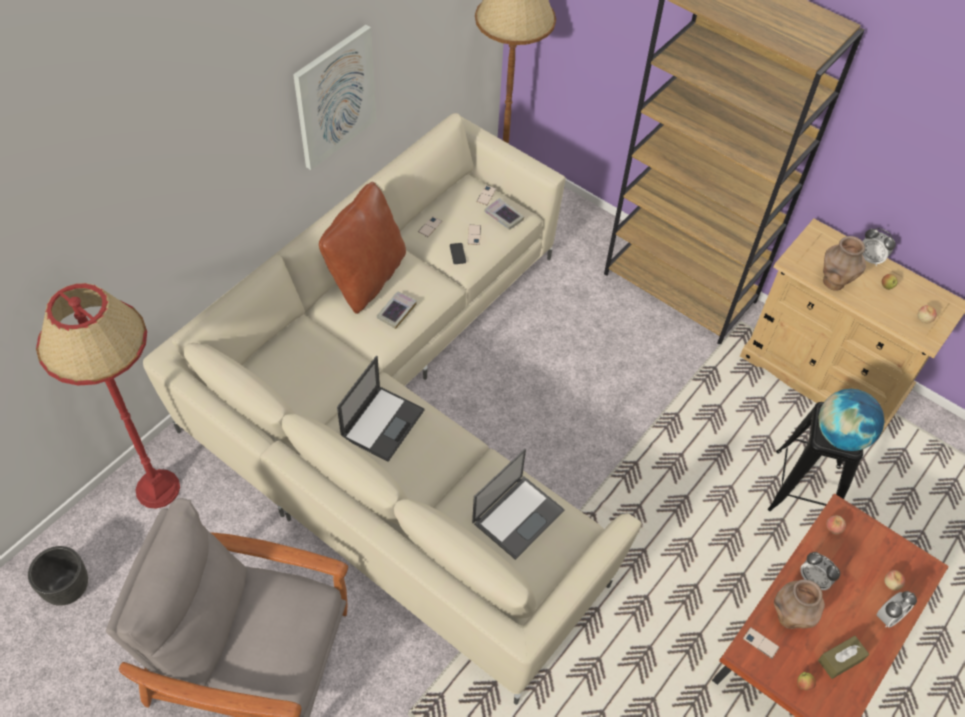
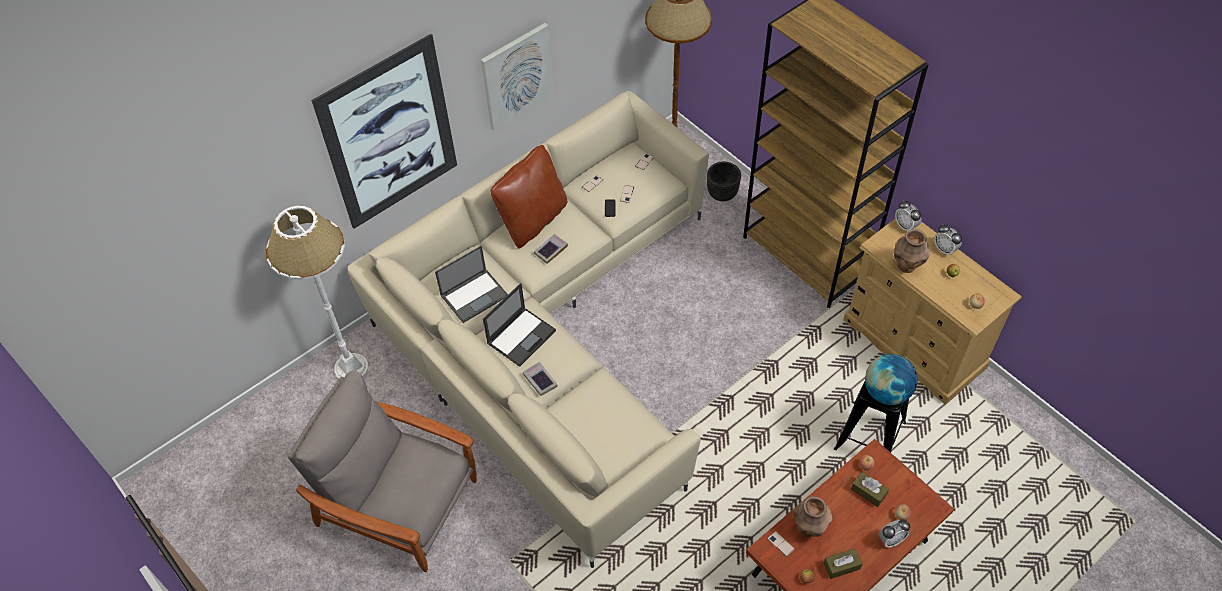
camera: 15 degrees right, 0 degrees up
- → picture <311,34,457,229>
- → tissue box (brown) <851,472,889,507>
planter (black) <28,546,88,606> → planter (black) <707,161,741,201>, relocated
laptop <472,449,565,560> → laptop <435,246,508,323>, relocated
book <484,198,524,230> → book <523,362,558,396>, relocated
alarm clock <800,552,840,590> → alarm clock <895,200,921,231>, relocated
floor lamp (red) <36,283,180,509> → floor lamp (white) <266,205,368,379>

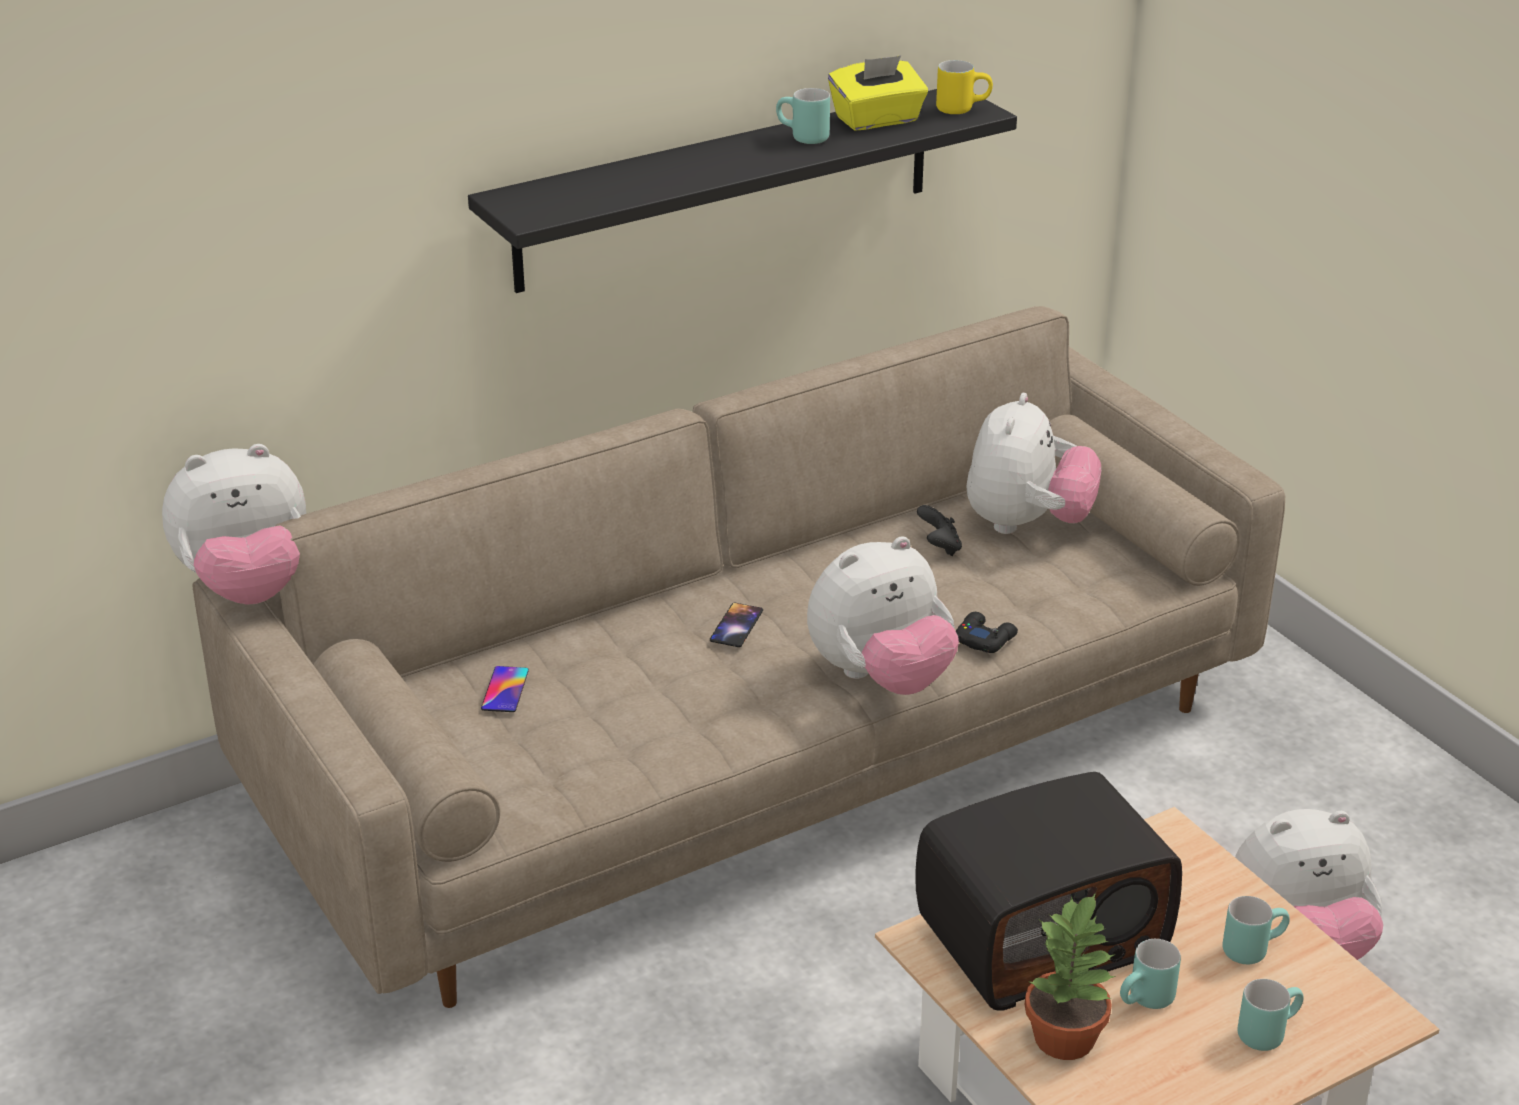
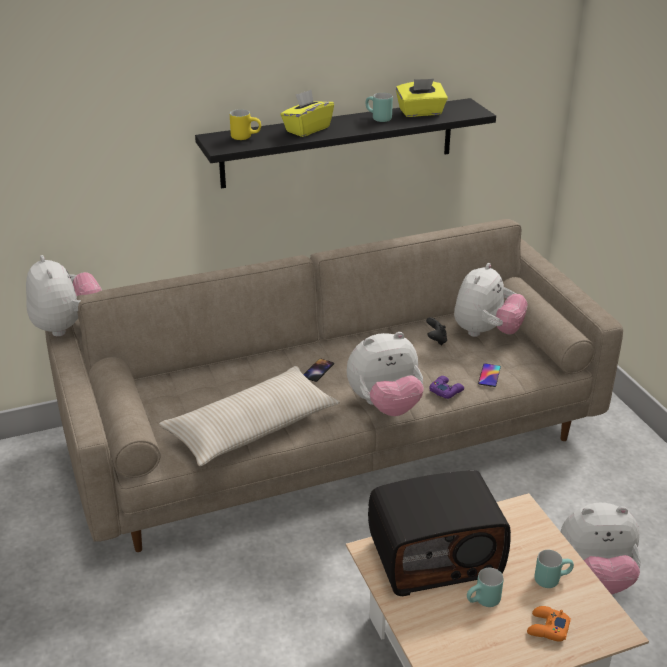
camera: 10 degrees right, 0 degrees up
potted plant <1025,893,1116,1060> → -
- → pillow (beige) <159,366,340,466>
- → tissue box (yellow) <280,90,334,137>
phone <481,666,529,712> → phone <478,363,501,387>, relocated
mug (yellow) <936,60,993,114> → mug (yellow) <230,109,261,140>, relocated
mug (turquoise) <1238,979,1303,1051> → game controller (orange) <527,606,571,642>
game controller (black) <956,612,1018,653> → game controller (purple) <429,376,464,399>
plush toy <162,444,306,605> → plush toy <26,255,102,337>, 105 degrees counterclockwise

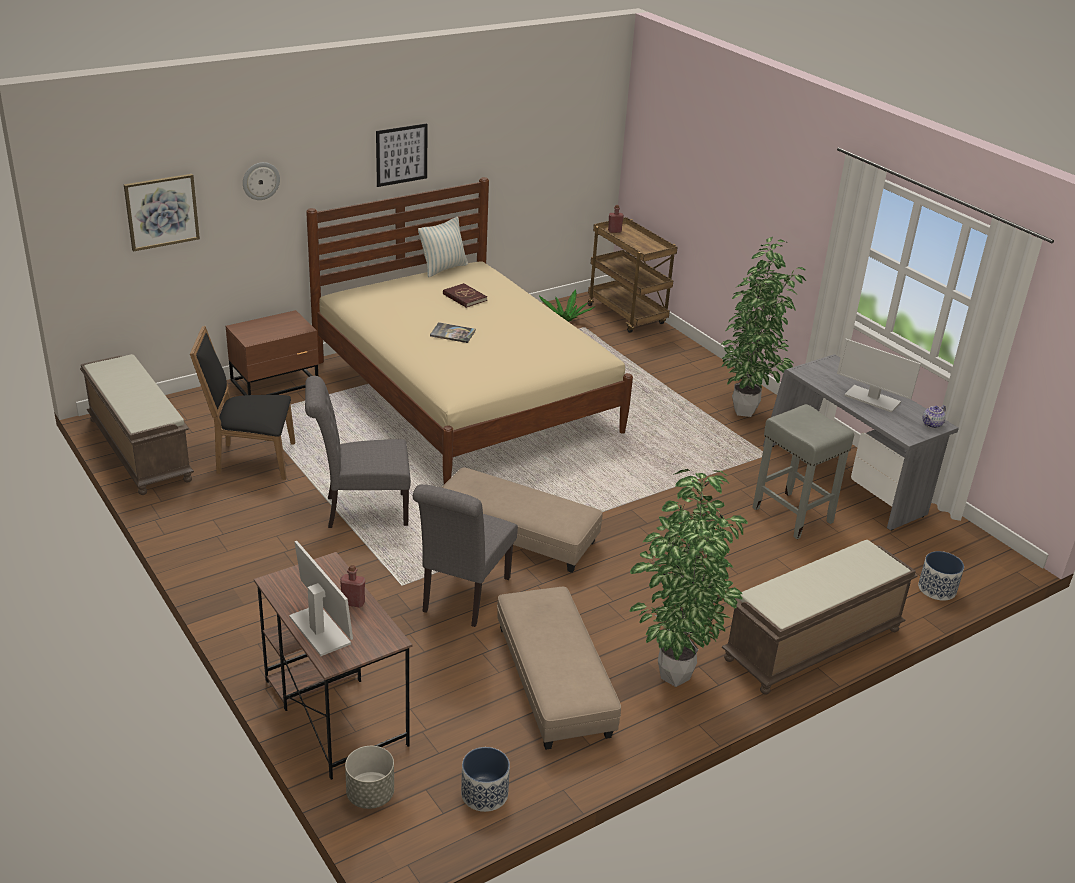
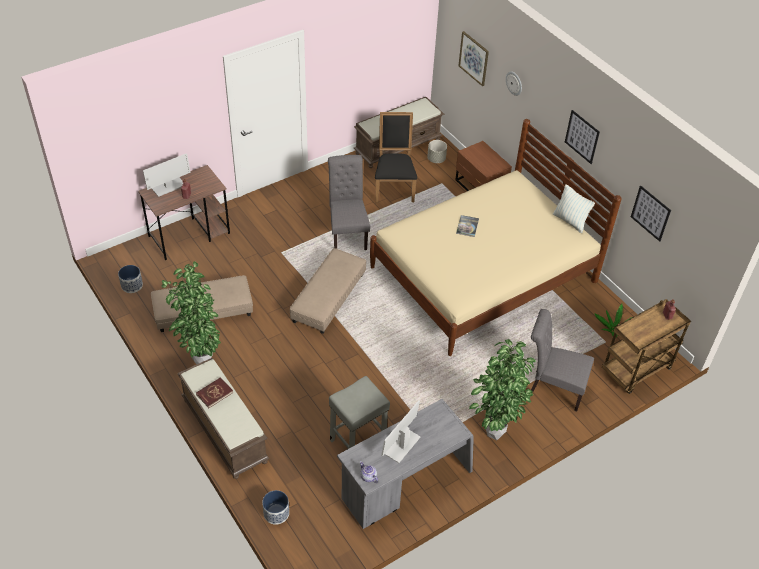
camera: 90 degrees right, 15 degrees up
- → picture <631,186,671,242>
planter (grey) <345,746,394,809> → planter (grey) <427,140,447,163>, relocated
chair (grey) <413,484,518,627> → chair (grey) <531,309,594,412>, relocated
book (red) <443,283,487,308> → book (red) <196,377,233,408>, relocated

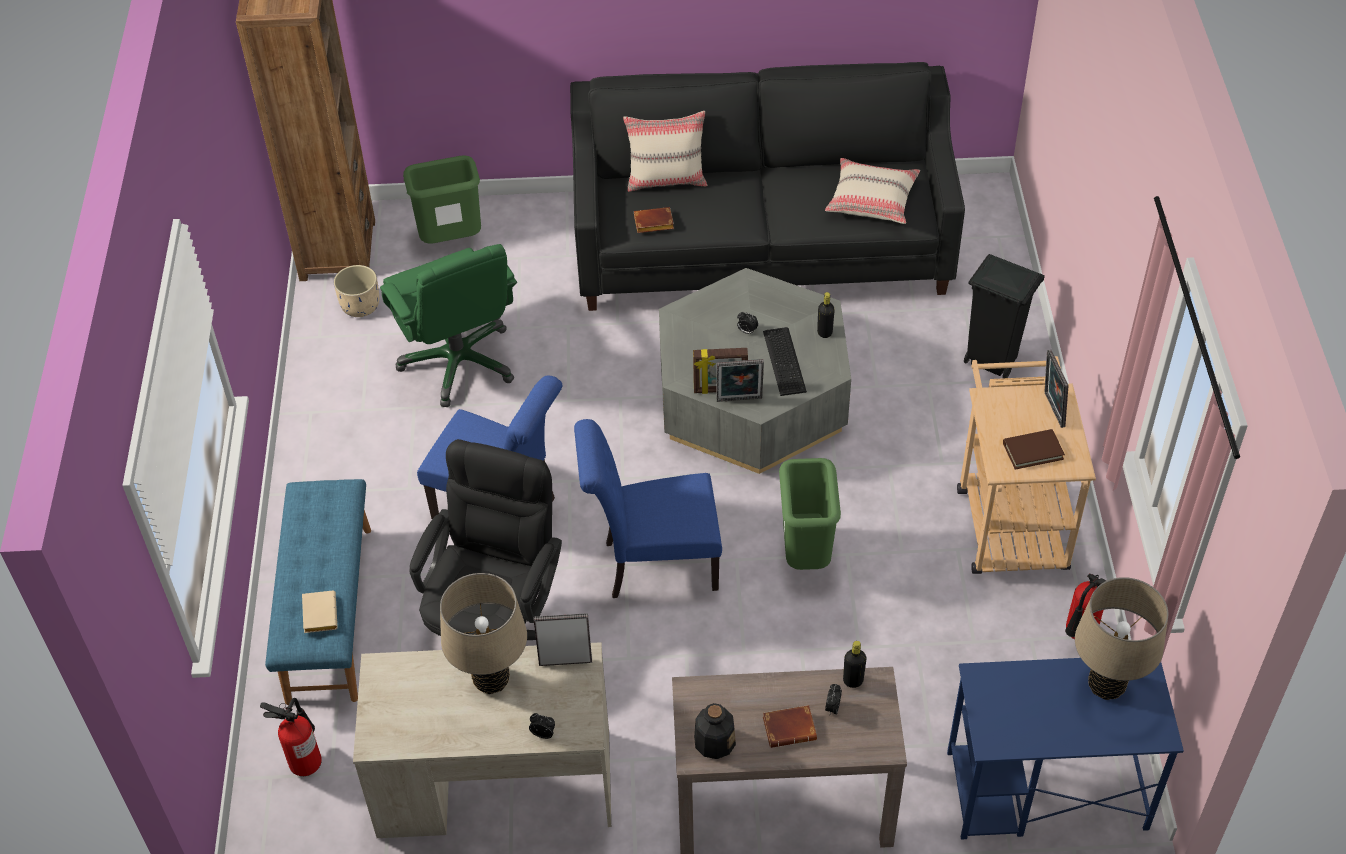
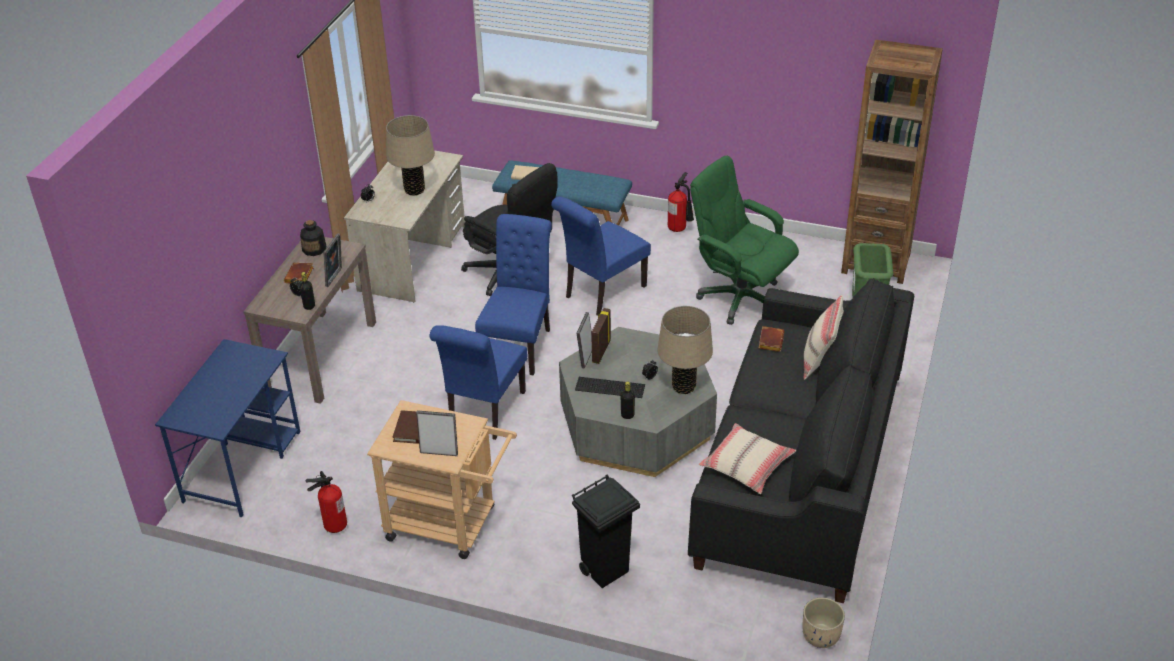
camera: 110 degrees right, 10 degrees down
fire extinguisher <260,698,322,776> → fire extinguisher <668,172,694,232>, relocated
planter (beige) <334,265,379,317> → planter (beige) <802,597,845,648>, relocated
picture frame <534,613,592,666> → picture frame <323,233,342,287>, relocated
table lamp (beige) <1075,577,1169,700> → table lamp (beige) <657,306,713,394>, relocated
trash can (green) <779,458,841,570> → chair (blue) <430,325,527,440>
office chair (green) <380,244,517,407> → office chair (green) <690,156,799,325>, 45 degrees clockwise

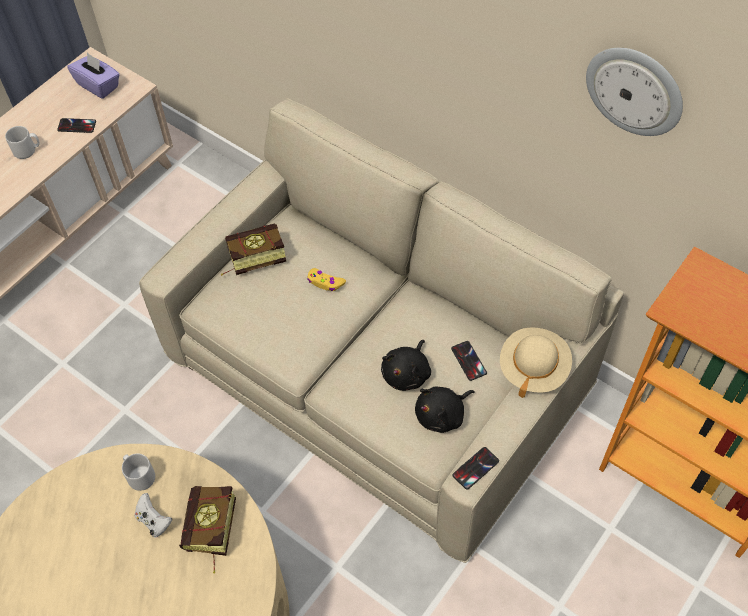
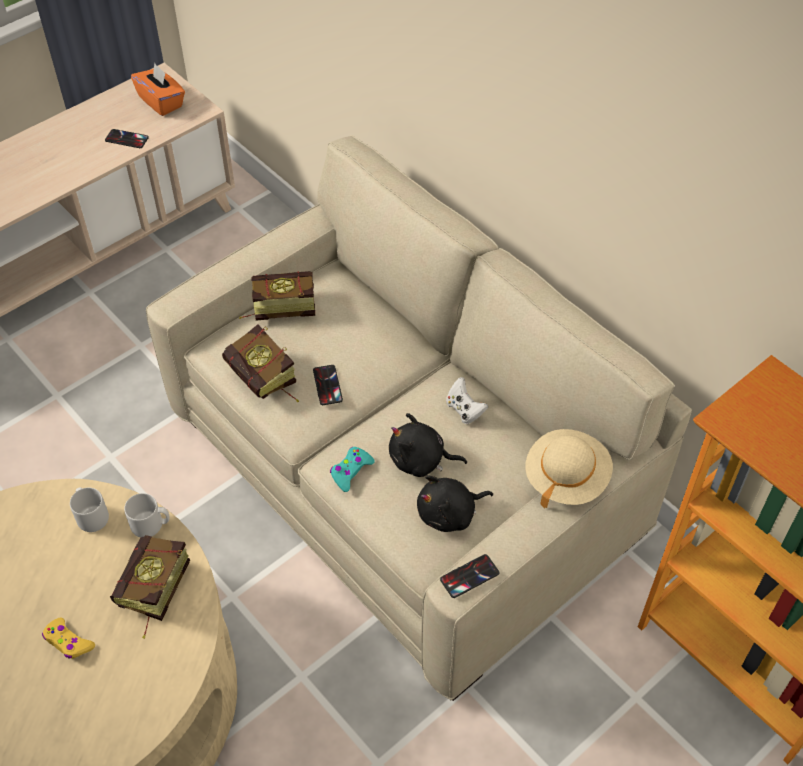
camera: 10 degrees right, 5 degrees down
wall clock <586,48,683,136> → -
- → book <222,324,299,402>
- → game controller (turquoise) <330,447,375,492>
mug (grey) <5,126,40,159> → mug (grey) <124,493,169,538>, relocated
game controller (white) <134,493,172,538> → game controller (white) <446,377,488,424>, relocated
game controller (yellow) <307,268,346,291> → game controller (yellow) <42,618,95,659>, relocated
phone <451,341,487,381> → phone <313,365,343,405>, relocated
tissue box (purple) <67,52,120,99> → tissue box (orange) <131,63,185,116>
plush toy (black) <381,340,431,391> → plush toy (black) <389,413,467,477>, 60 degrees clockwise

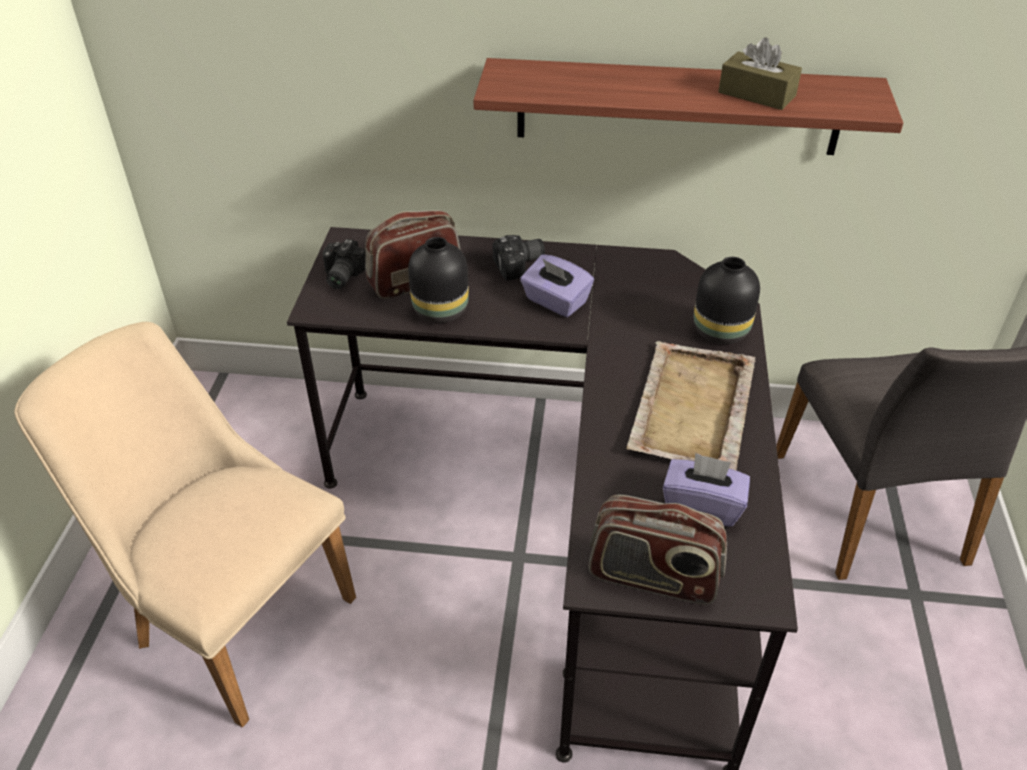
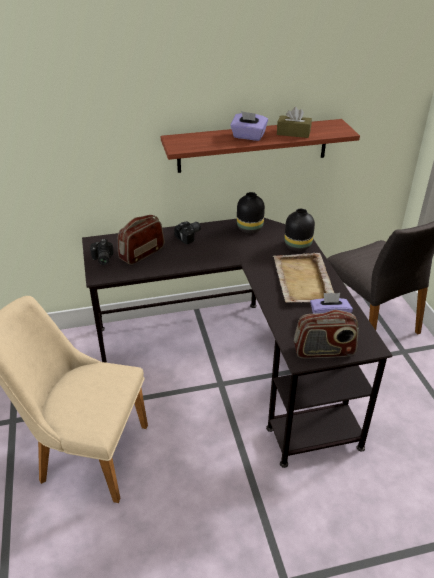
camera: 20 degrees left, 5 degrees down
vase (black) <408,237,469,323> → vase (black) <237,192,265,233>, relocated
tissue box (purple) <520,254,594,317> → tissue box (purple) <230,111,268,141>, relocated

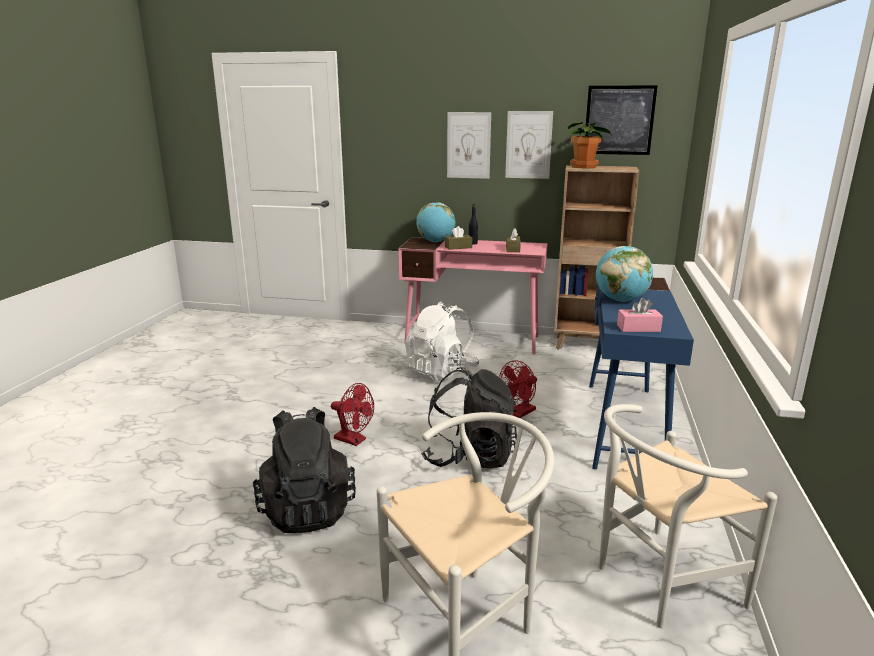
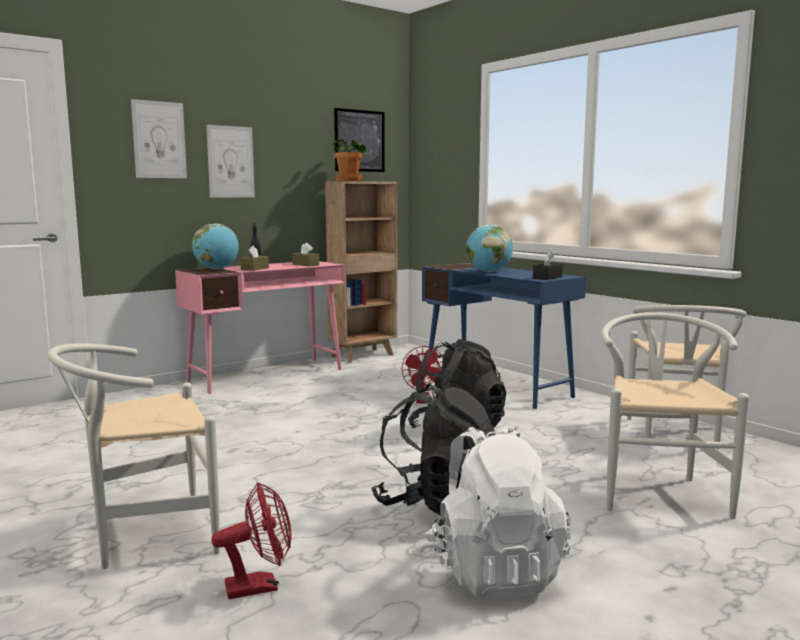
camera: 50 degrees left, 10 degrees down
- → chair (white) <48,343,220,569>
fan (red) <331,383,374,446> → fan (red) <211,482,292,599>, relocated
backpack (white) <405,301,480,382> → backpack (white) <425,425,571,599>, relocated
picture <505,111,553,179> → picture <131,99,187,178>, relocated
tissue box (pink) <617,298,663,332> → tissue box (black) <533,252,563,280>

